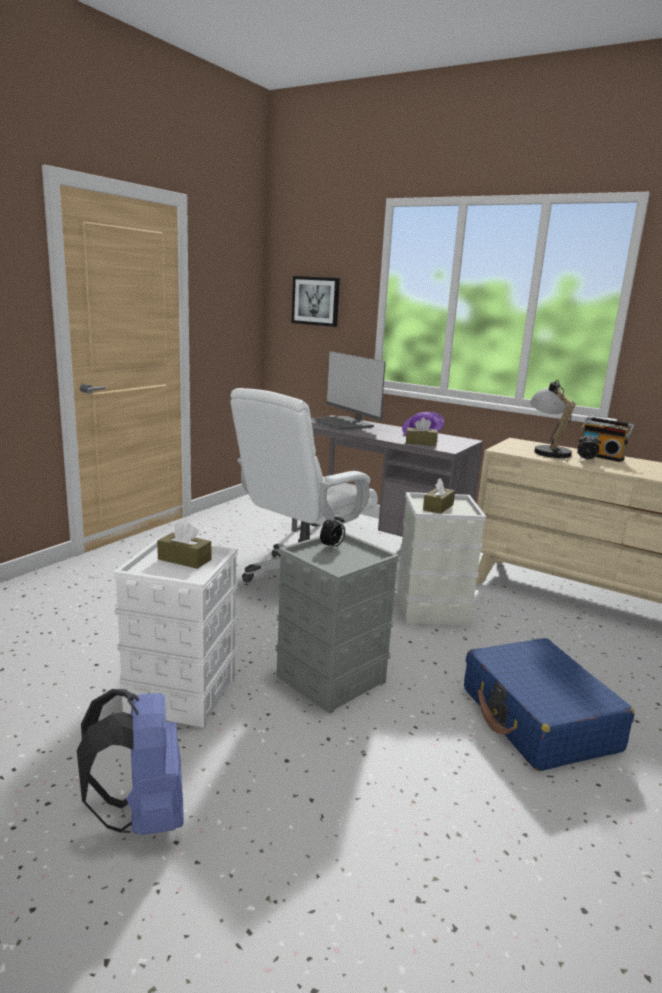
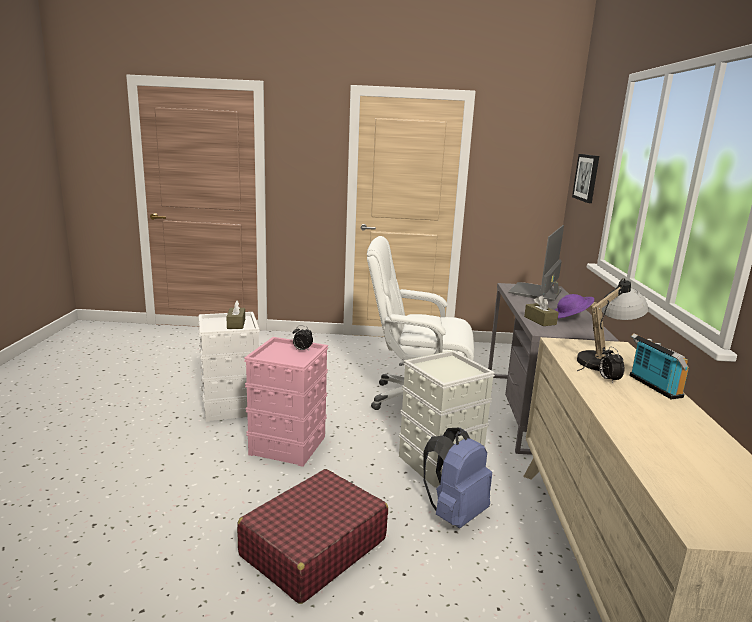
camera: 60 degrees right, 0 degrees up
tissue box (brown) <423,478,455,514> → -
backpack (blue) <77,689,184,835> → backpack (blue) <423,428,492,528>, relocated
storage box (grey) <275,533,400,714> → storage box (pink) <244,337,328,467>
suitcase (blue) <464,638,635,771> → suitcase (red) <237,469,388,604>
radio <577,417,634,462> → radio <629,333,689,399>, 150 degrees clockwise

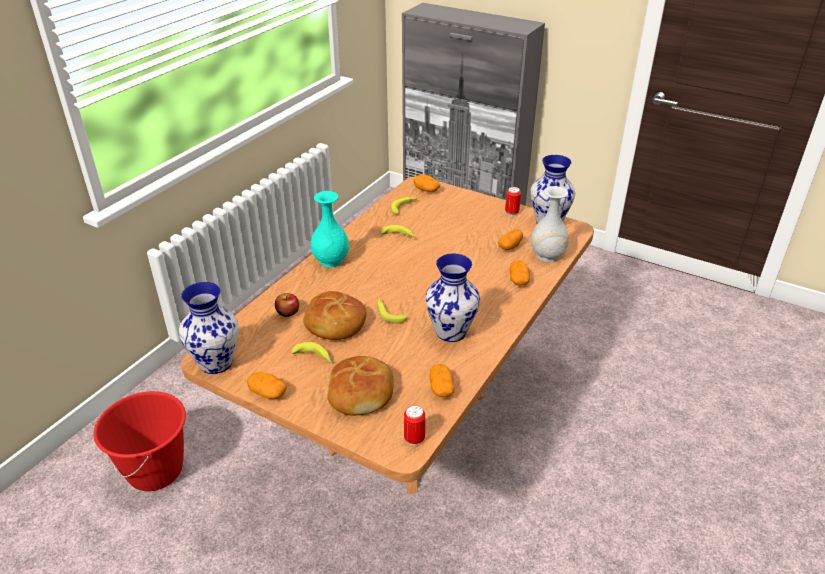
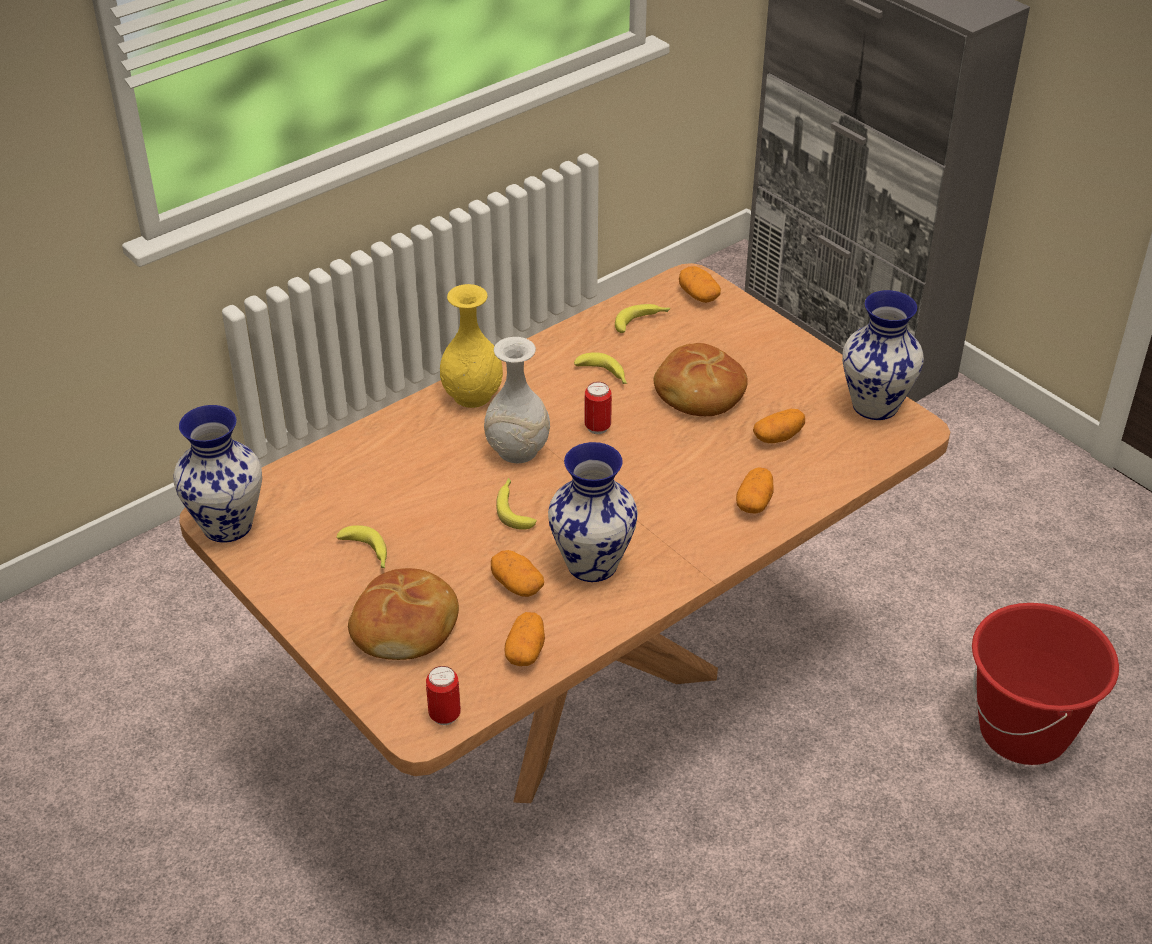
camera: 20 degrees right, 5 degrees up
apple <275,293,299,317> → -
bucket (red) <93,391,186,491> → bucket (red) <972,603,1119,765>, relocated
potato <247,372,287,399> → potato <491,550,544,597>, relocated
bread <303,291,367,340> → bread <654,343,748,416>, relocated
can <505,187,521,216> → can <584,382,612,434>, relocated
vase (white) <531,186,569,262> → vase (white) <484,337,550,463>, relocated
vase (turquoise) <311,191,349,267> → vase (yellow) <440,284,503,408>

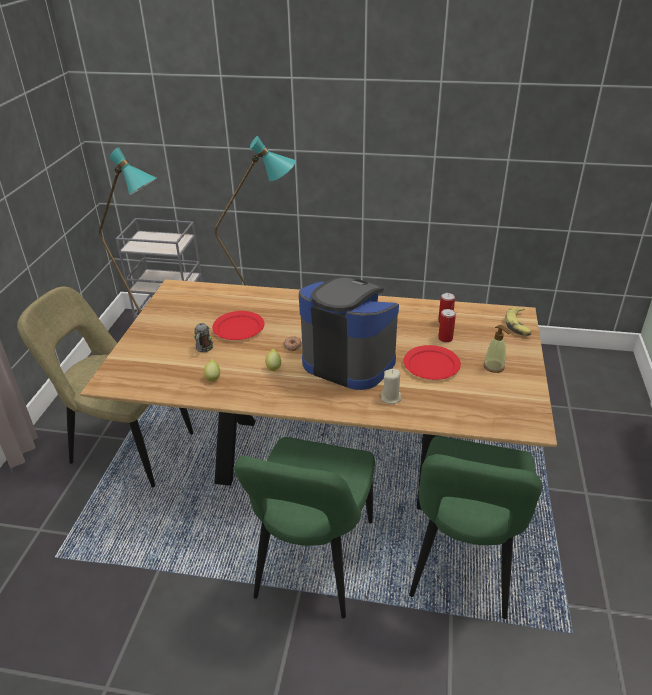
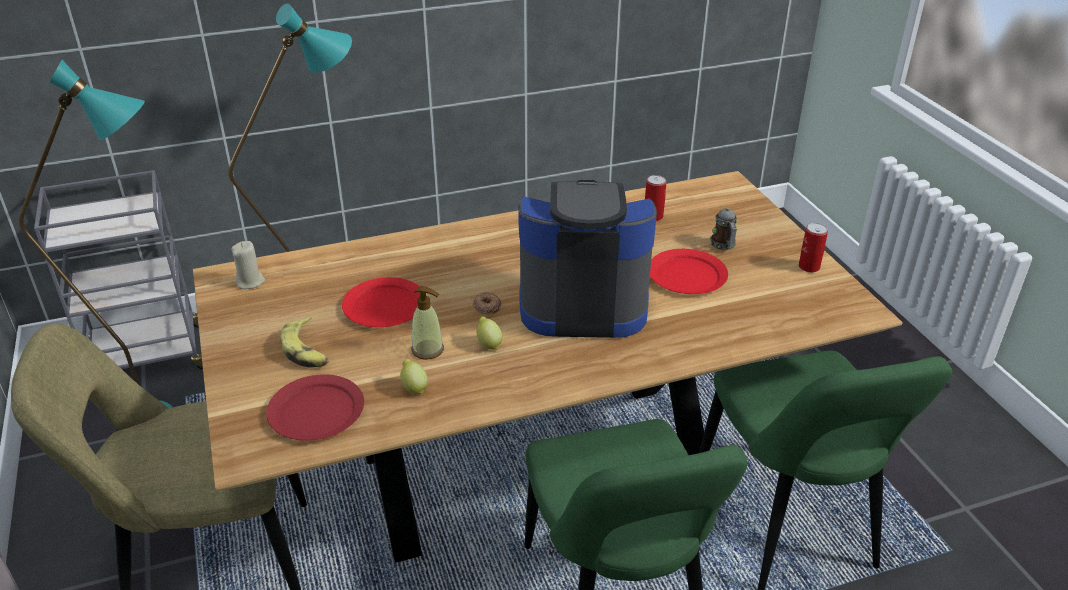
camera: 30 degrees left, 0 degrees up
- → plate (red) <266,374,364,441>
mug <194,323,213,352> → mug <710,208,737,250>, relocated
candle (beige) <381,369,402,404> → candle (beige) <231,241,265,289>, relocated
can <438,309,456,342> → can <799,223,828,273>, relocated
soap dispenser <483,325,510,373> → soap dispenser <411,286,444,360>, relocated
banana <505,308,532,336> → banana <280,316,329,367>, relocated

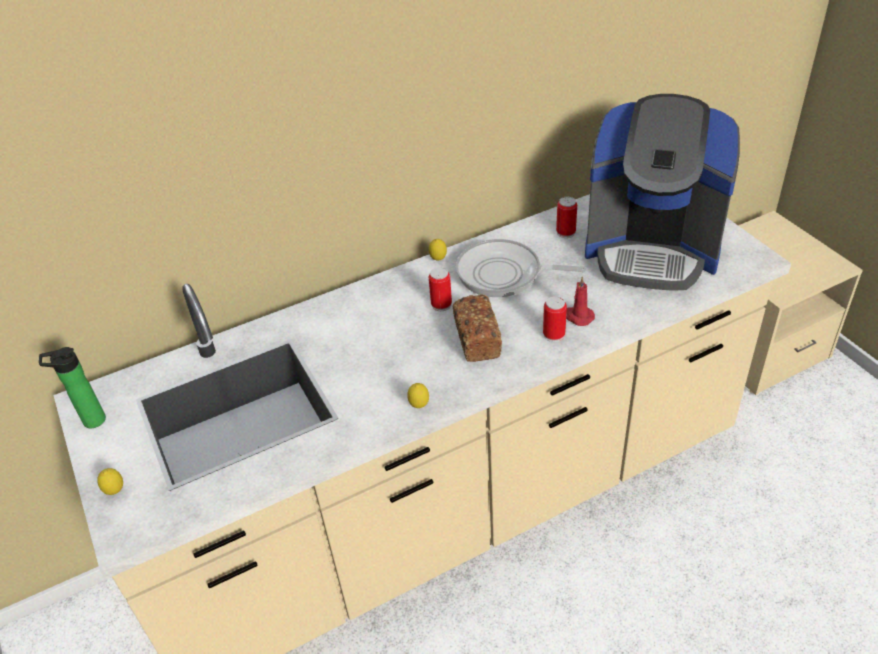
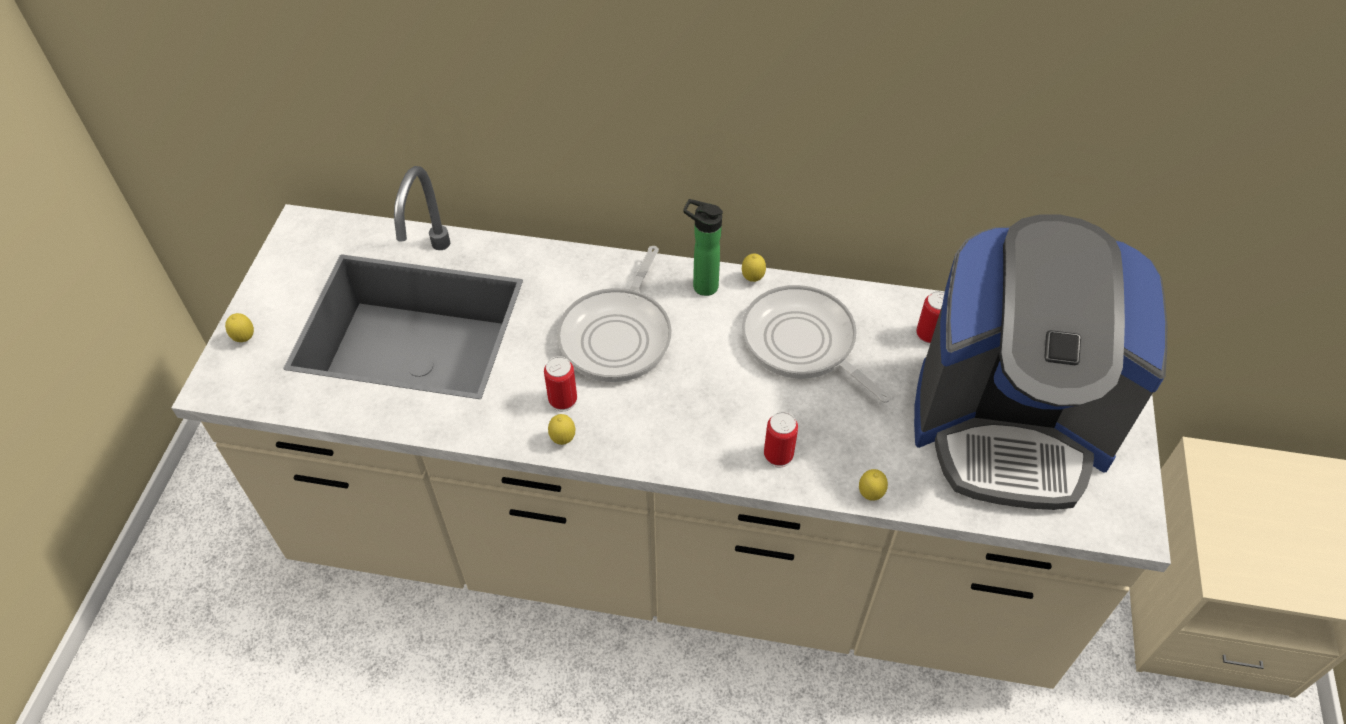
camera: 35 degrees right, 10 degrees up
bread <453,295,502,362> → -
candle (red) <566,276,595,326> → -
- → frying pan <557,246,672,382>
- → lemon <859,469,888,501>
bottle <39,347,106,428> → bottle <683,199,723,296>, relocated
can <429,267,452,311> → can <544,356,577,411>, relocated
coffee machine <585,94,740,291> → coffee machine <914,214,1167,510>, 45 degrees counterclockwise

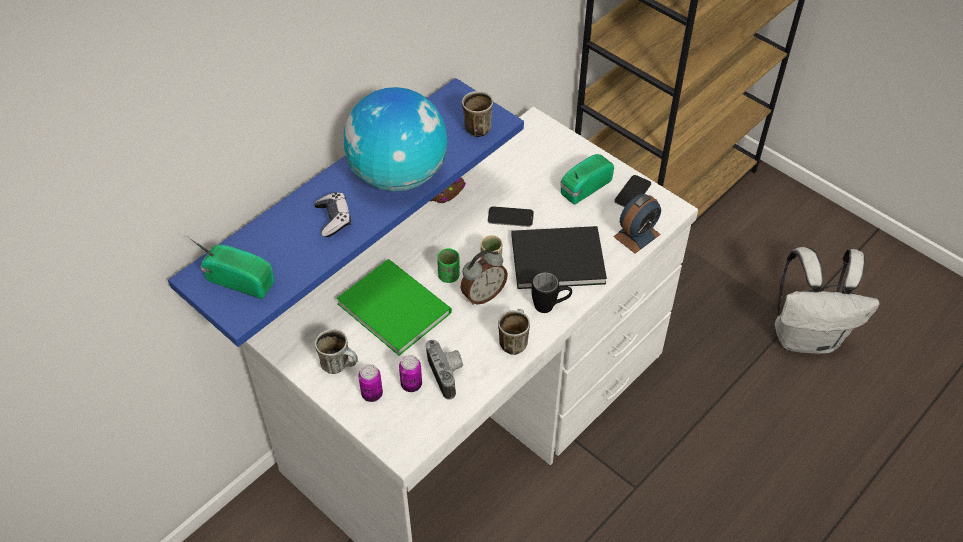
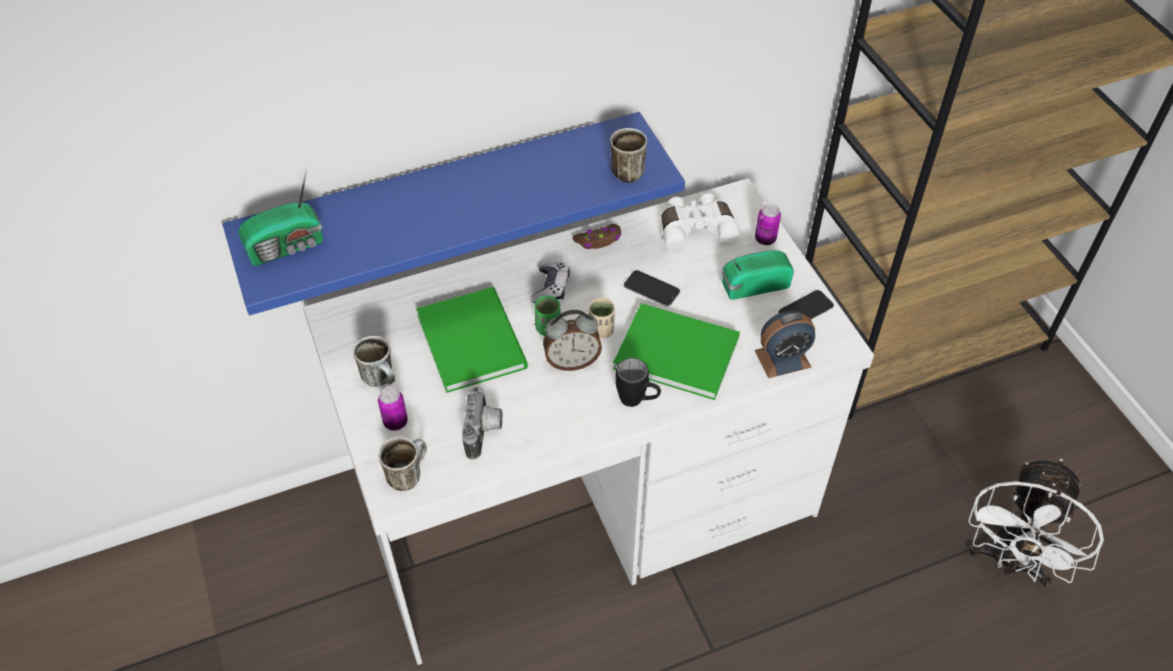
camera: 25 degrees right, 0 degrees up
globe <344,87,447,192> → -
- → binoculars (white) <661,193,740,249>
game controller <314,192,351,237> → game controller <531,262,570,303>, relocated
can <399,355,422,392> → can <755,204,781,245>, relocated
mug <498,309,530,355> → mug <379,437,427,491>, relocated
backpack (white) <775,247,880,354> → fan (white) <968,458,1104,587>
book (black) <511,226,607,289> → book (green) <613,303,740,400>
radio <187,236,275,299> → radio <239,168,323,266>, 105 degrees clockwise

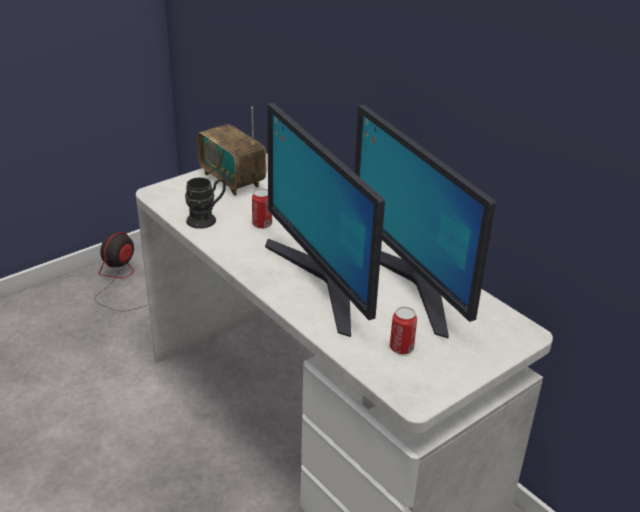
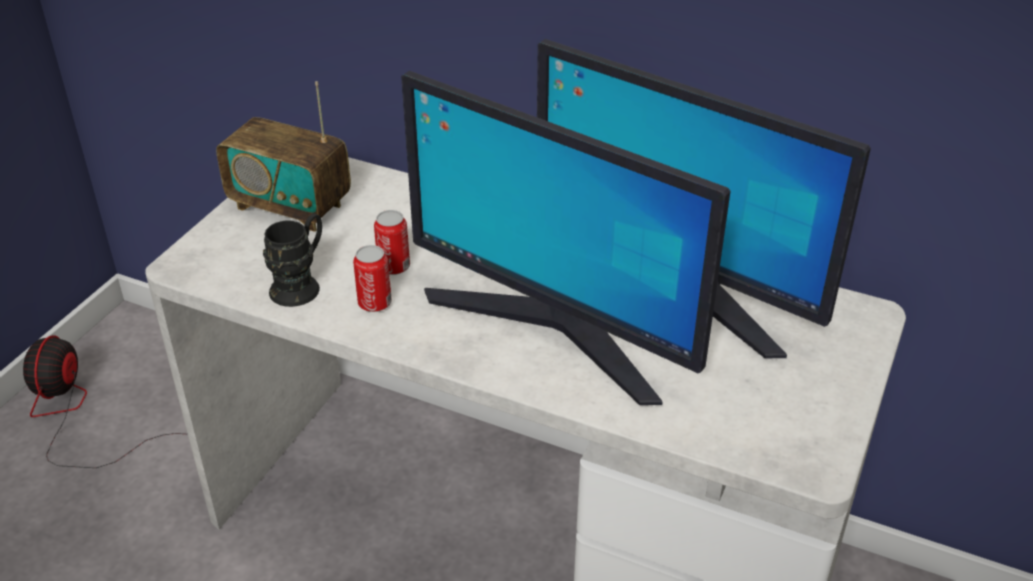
camera: 25 degrees left, 5 degrees up
can <390,307,417,354> → can <353,245,392,312>, relocated

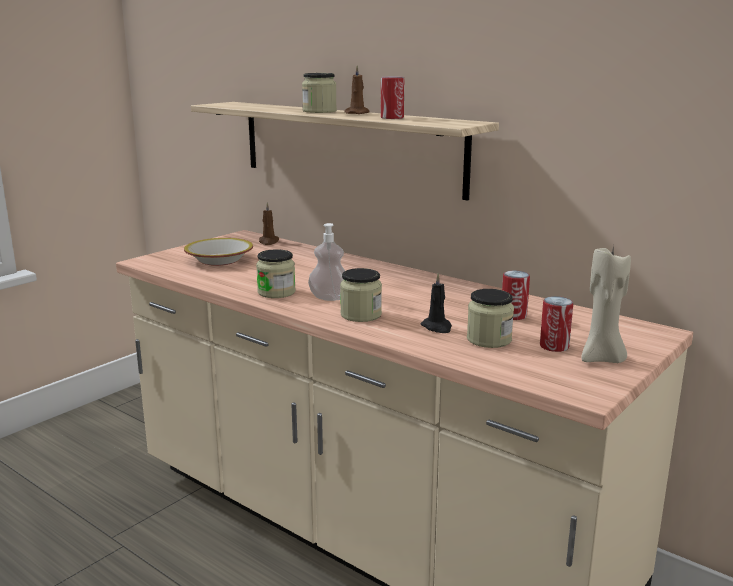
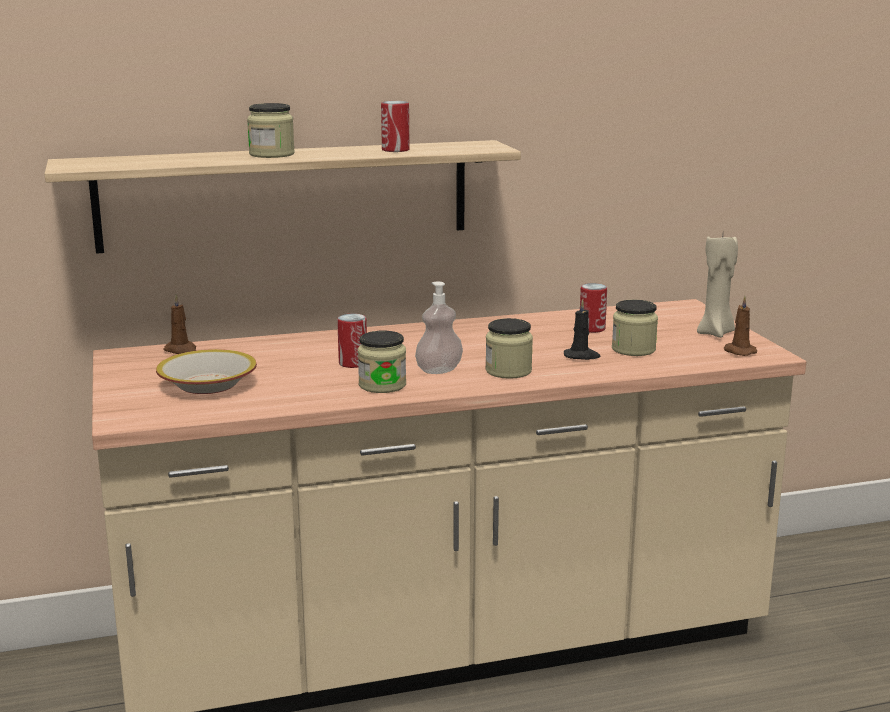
camera: 55 degrees left, 0 degrees up
candle (brown) <344,65,370,114> → candle (brown) <724,296,757,356>, relocated
can <540,296,573,352> → can <337,313,367,368>, relocated

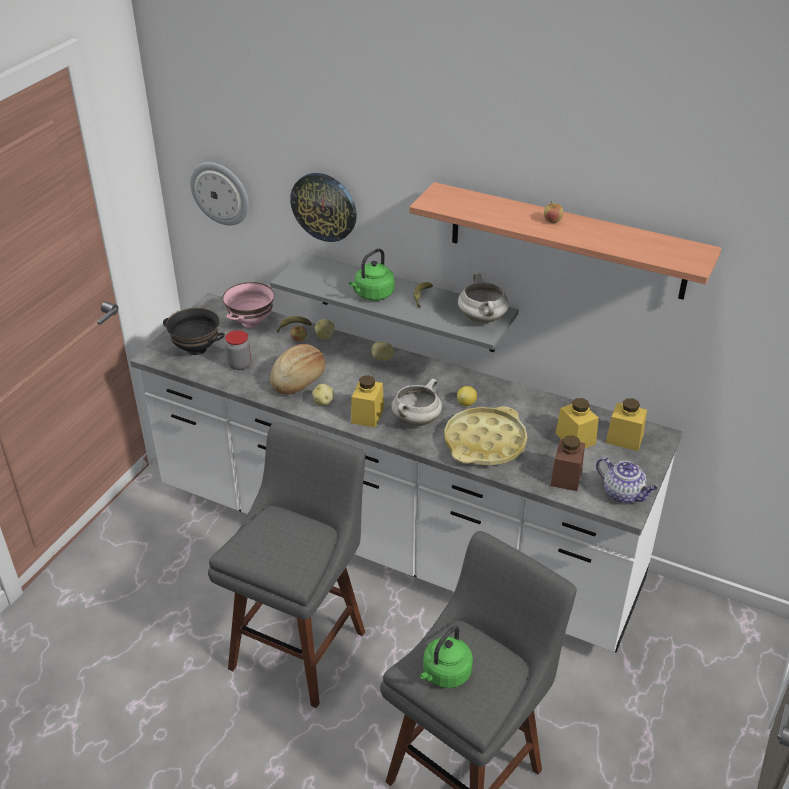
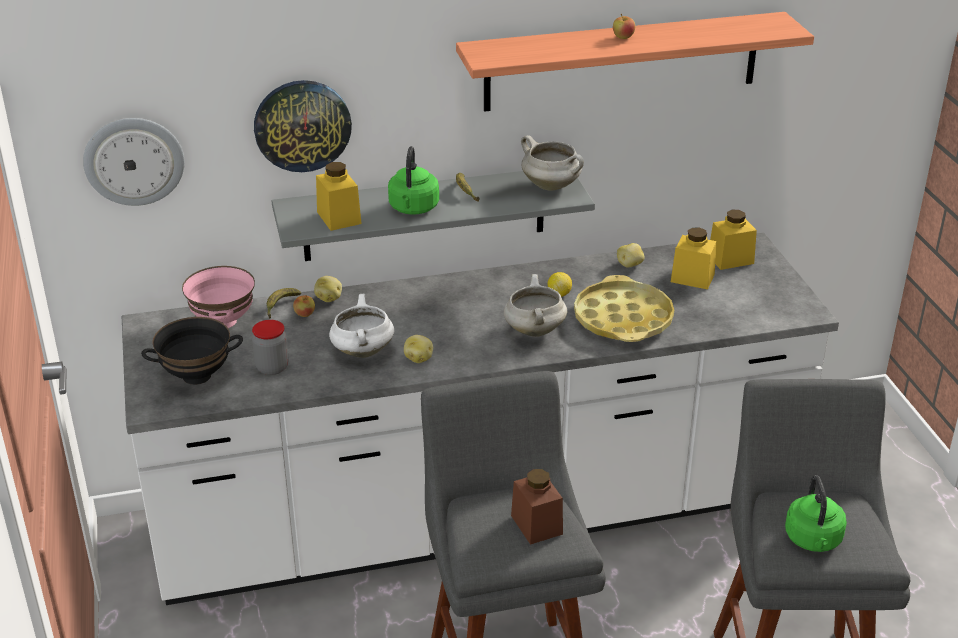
camera: 40 degrees left, 5 degrees down
teapot <596,457,658,503> → -
jar (yellow) <351,375,384,428> → jar (yellow) <316,162,362,231>, relocated
potato <372,342,394,361> → potato <617,243,645,268>, relocated
jar (brown) <550,435,585,491> → jar (brown) <511,469,563,545>, relocated
bread <270,344,325,395> → cooking pot (white) <329,294,395,358>

